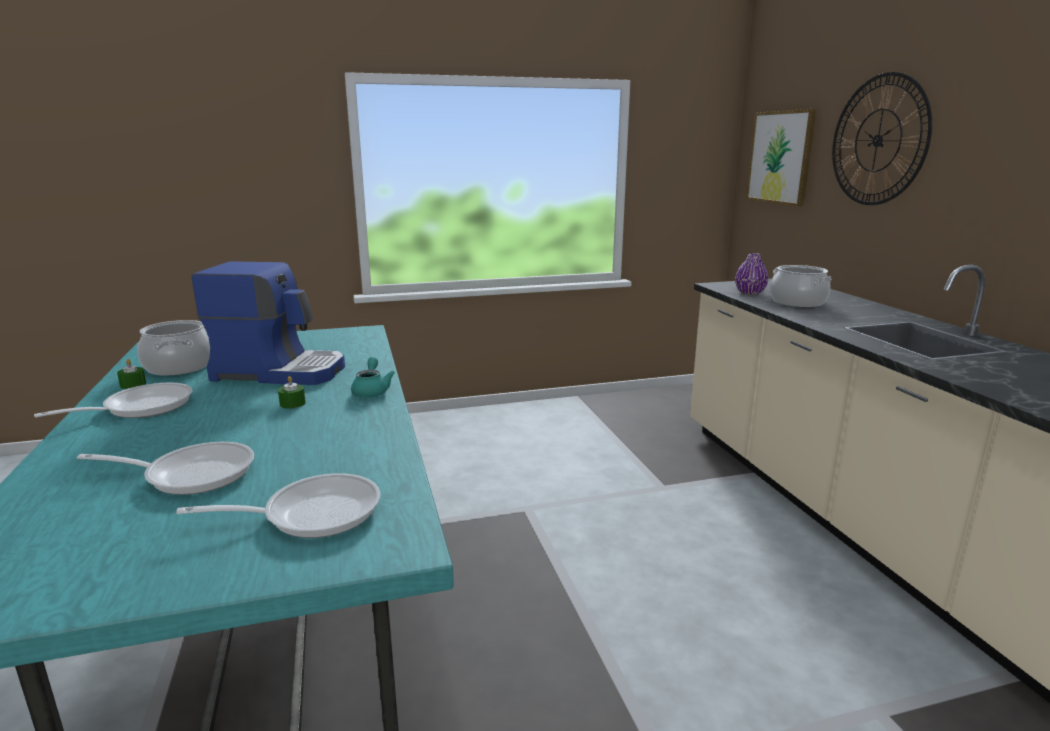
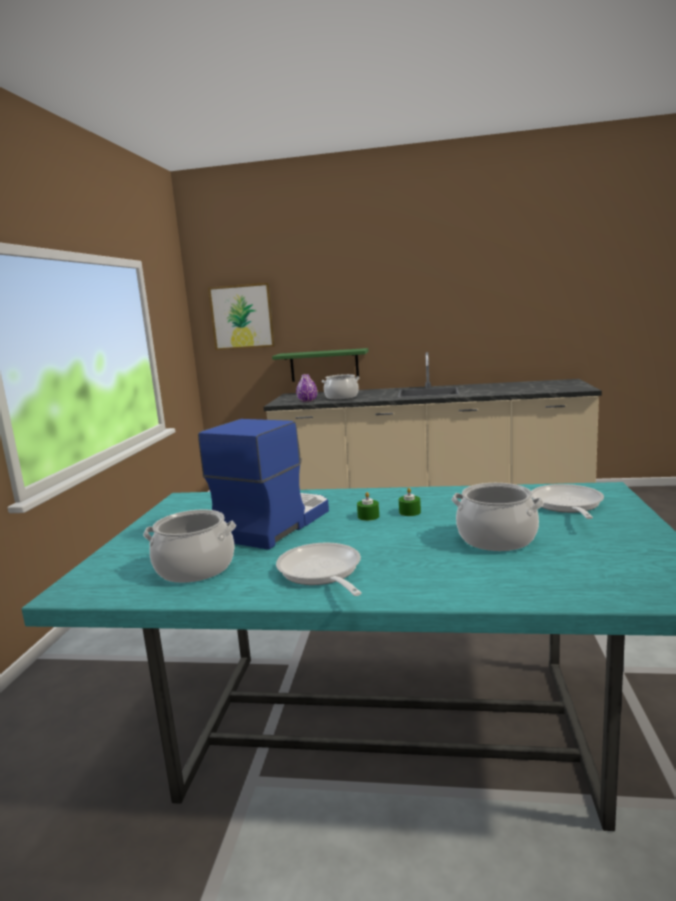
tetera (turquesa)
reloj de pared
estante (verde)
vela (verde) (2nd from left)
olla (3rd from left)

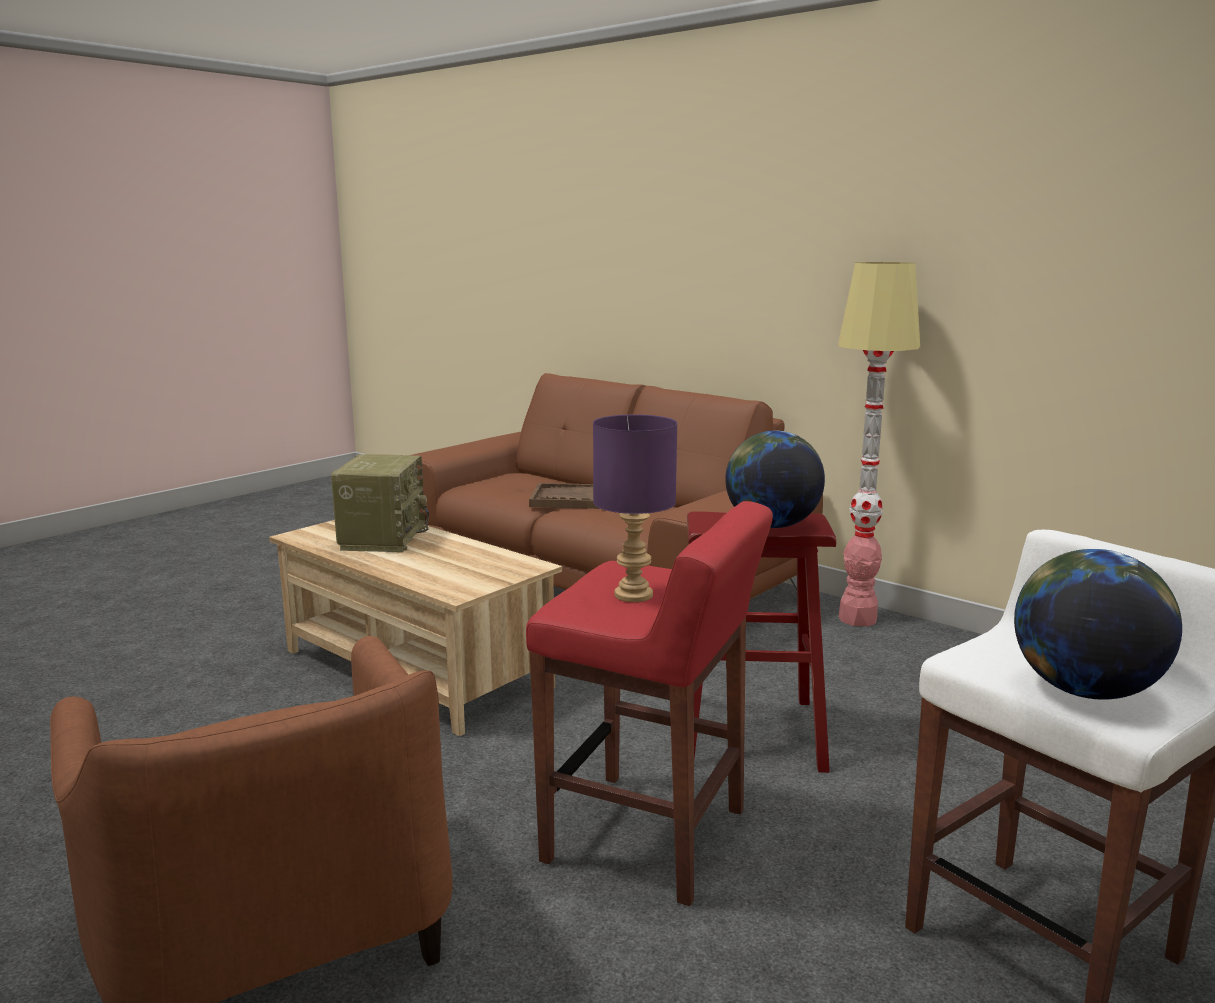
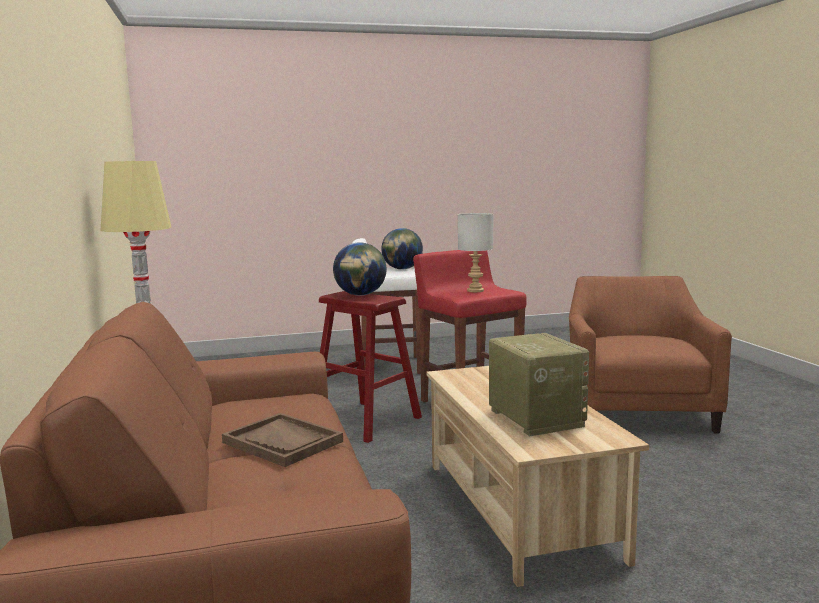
lámpara de mesa (gris)
radio

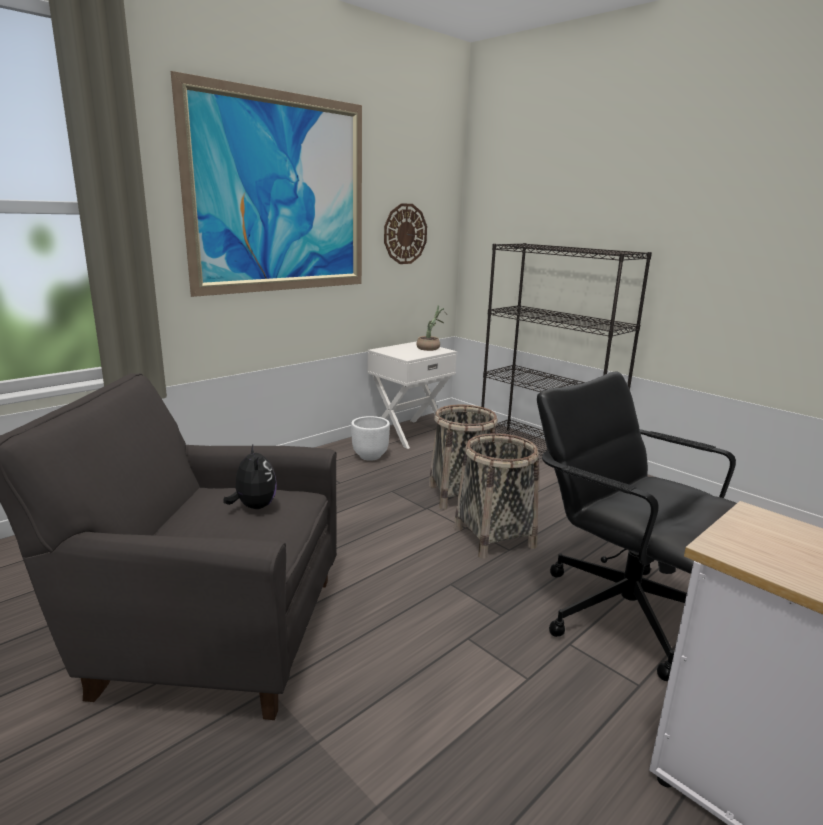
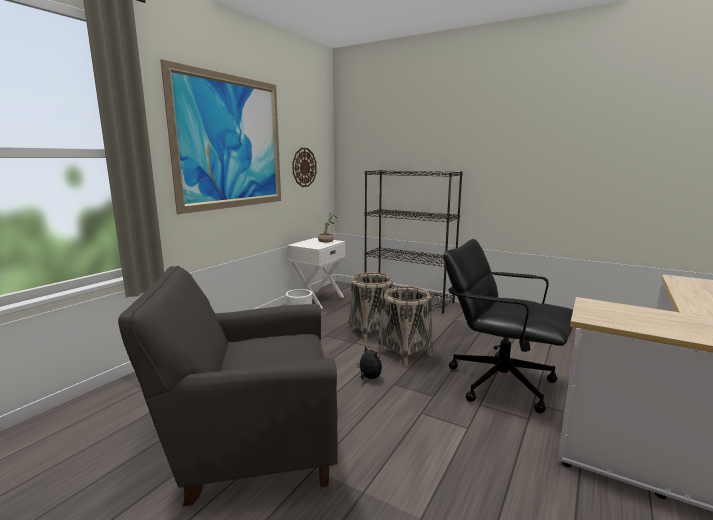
peluche

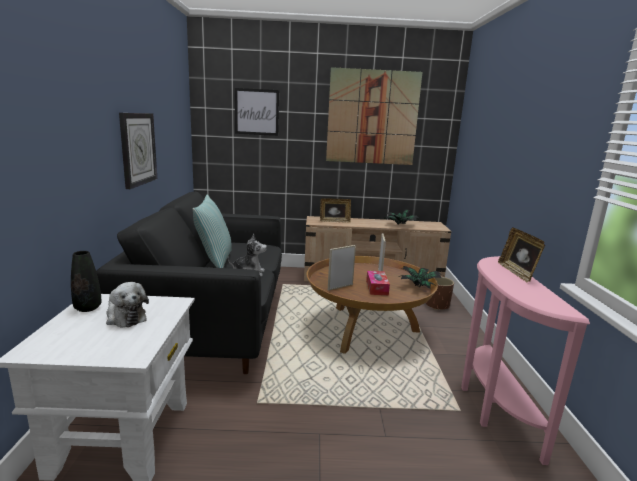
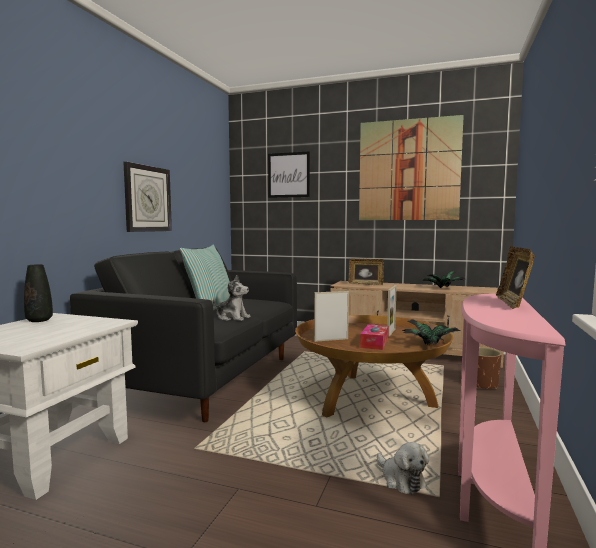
peluche (2nd from left)

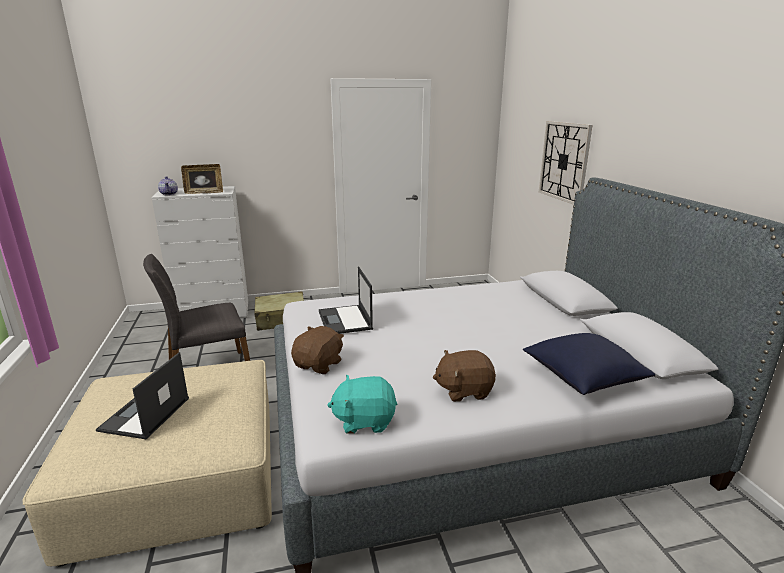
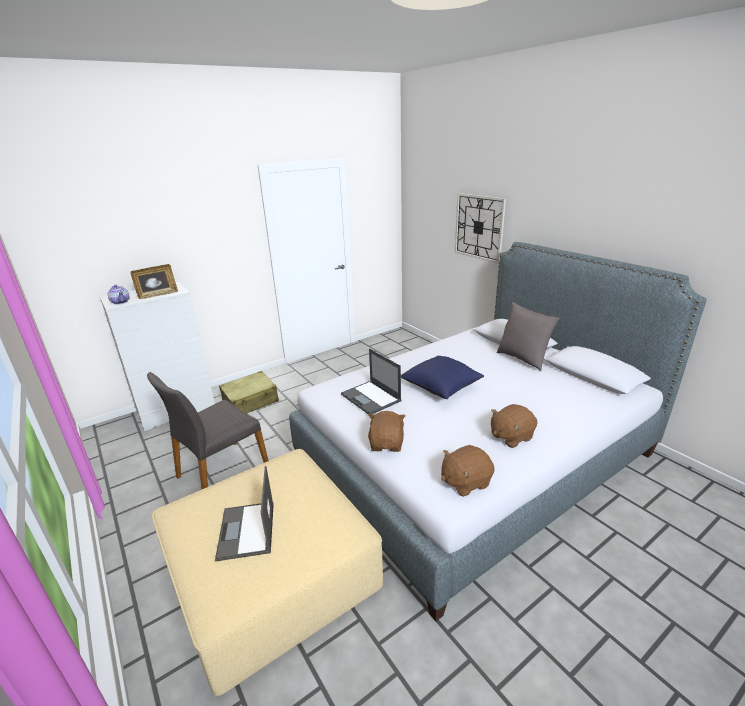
cojín (gris)
cojín (azul)
peluche (marrón) (2nd from left)

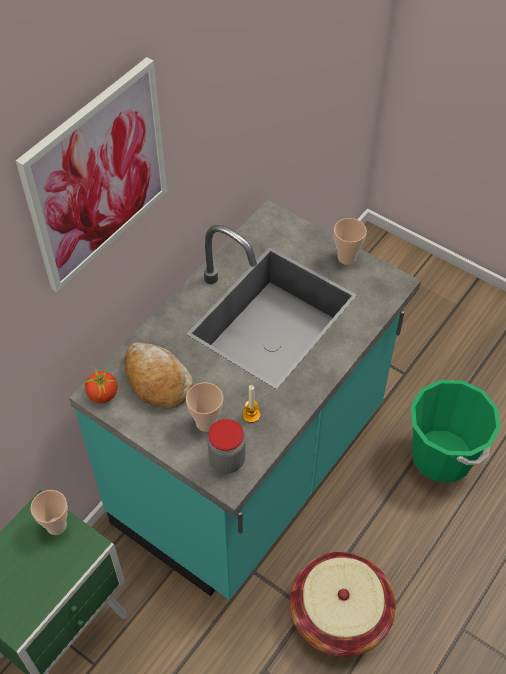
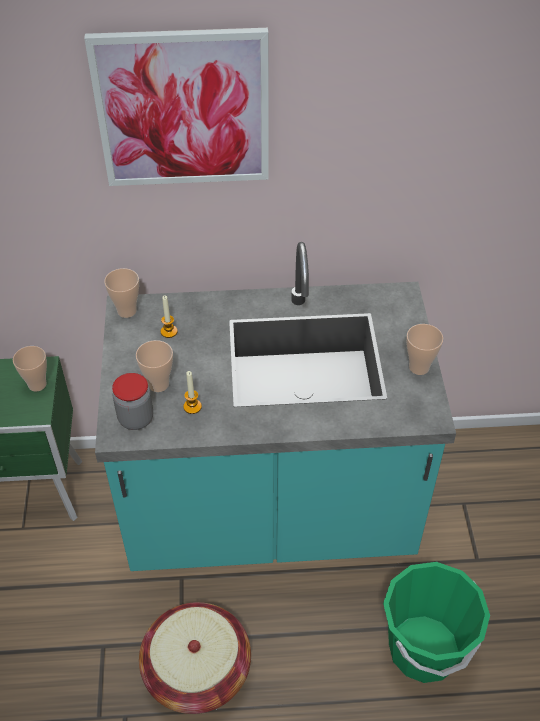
taza (2nd from left)
vela (1st from left)

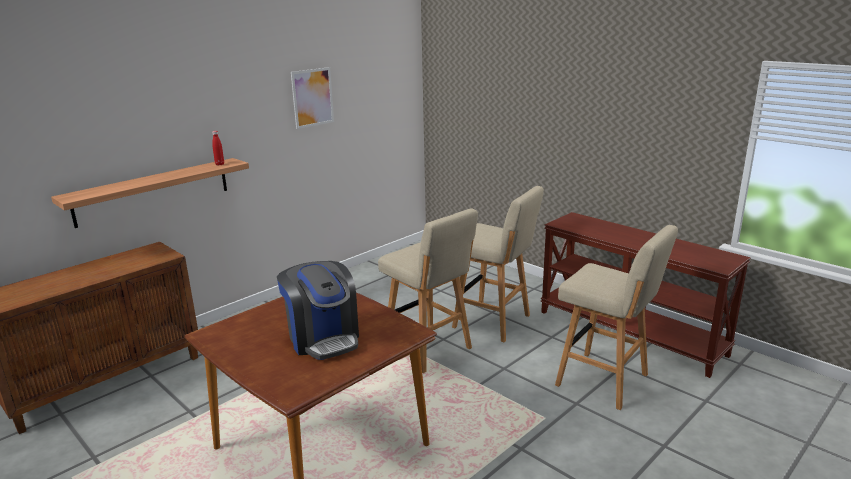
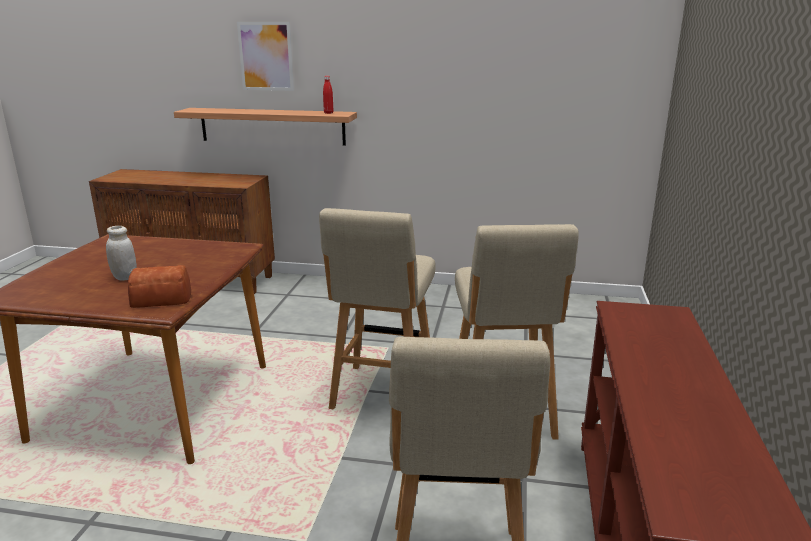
pan
cuadro
tarro (blanco)

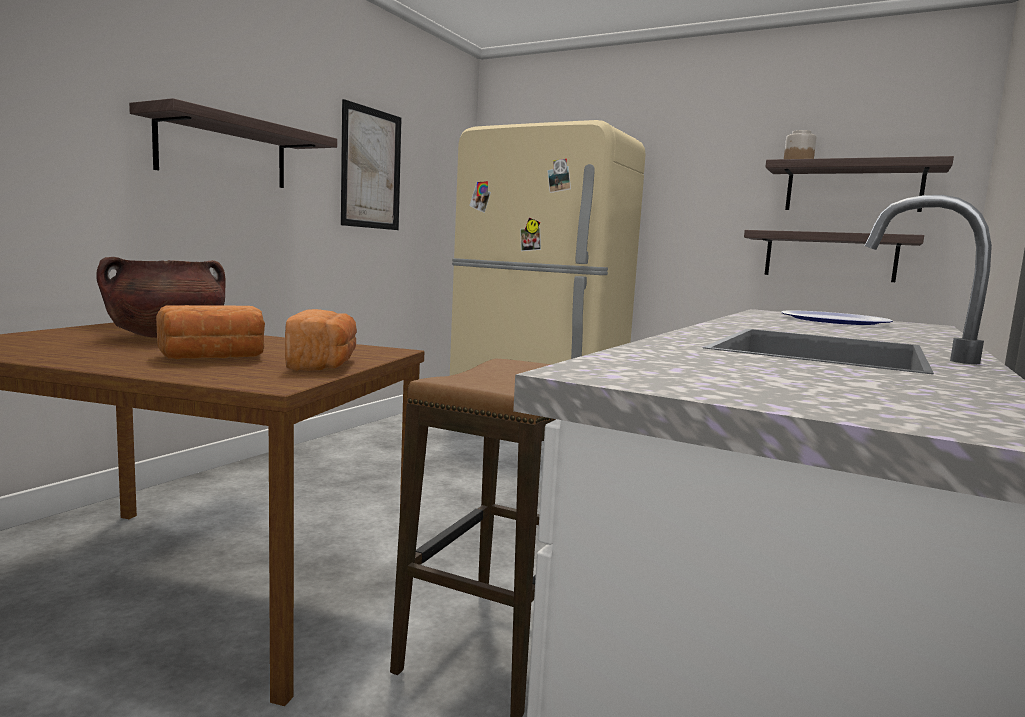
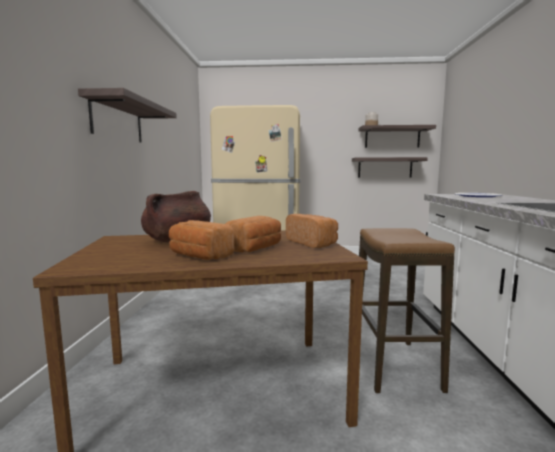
cuadro
pan (1st from left)

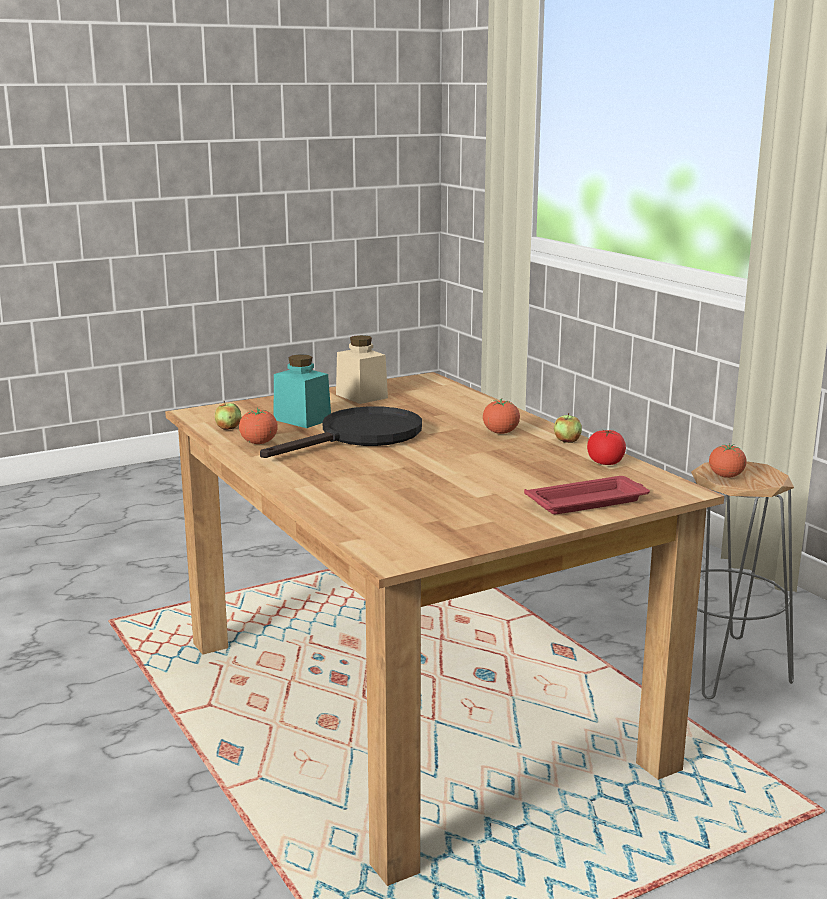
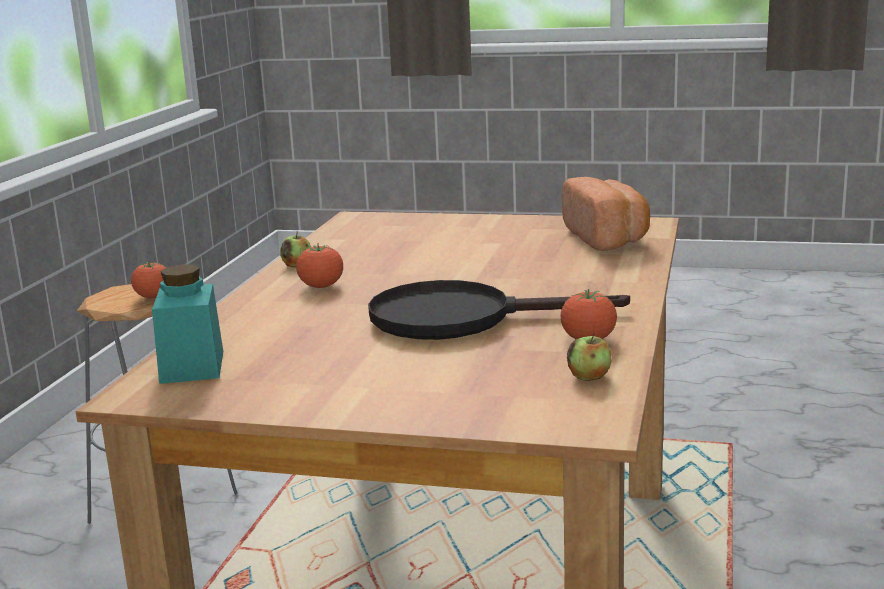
tarro (beis)
bandeja (rojo)
tomate (3rd from left in the first image)
pan
tarro (turquesa)

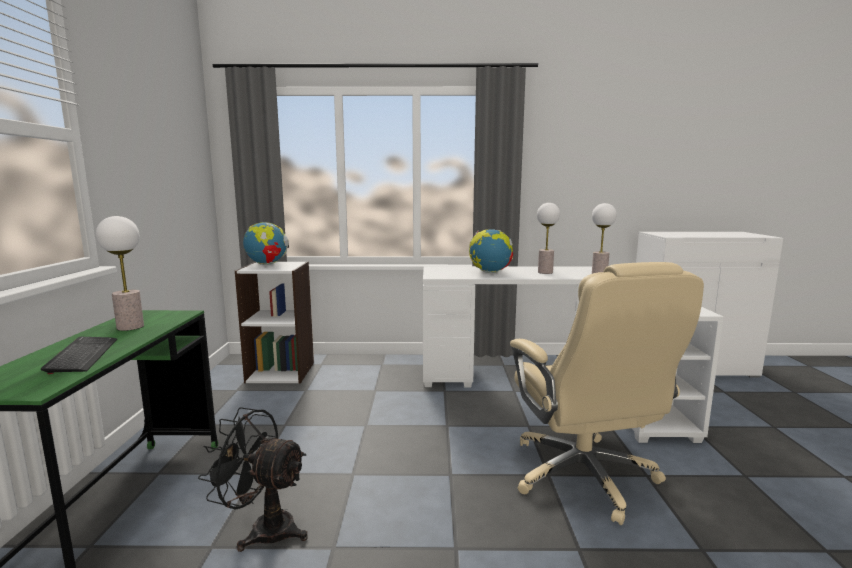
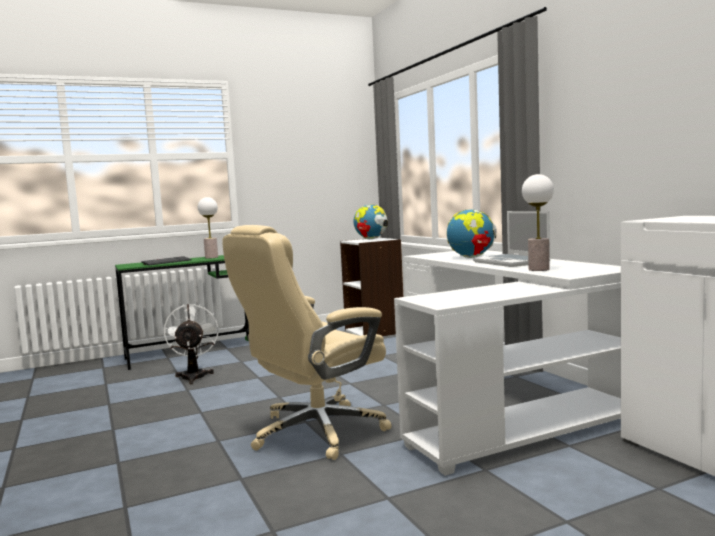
portátil
ventilador (blanco)

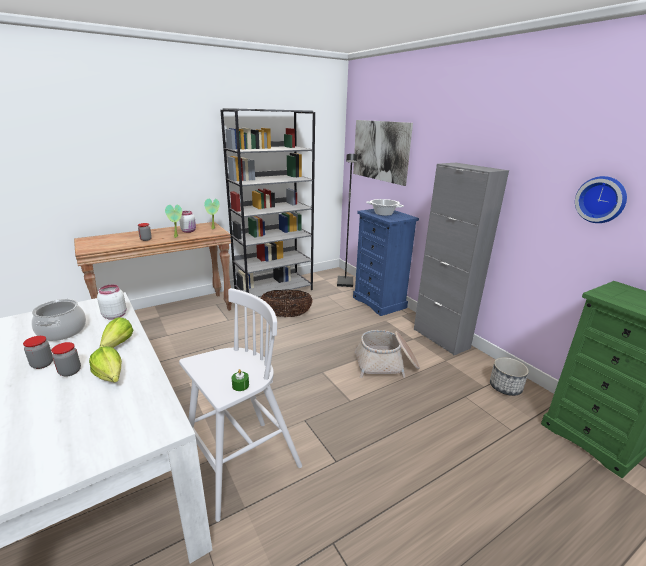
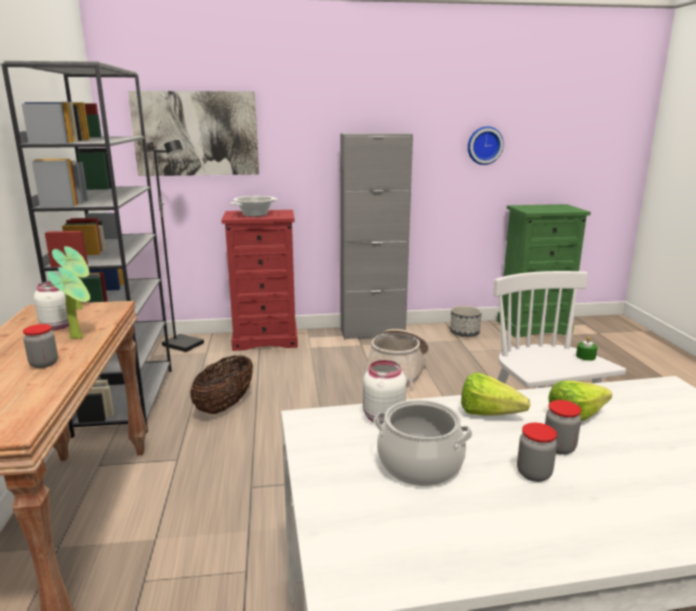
cómoda (rojo)

